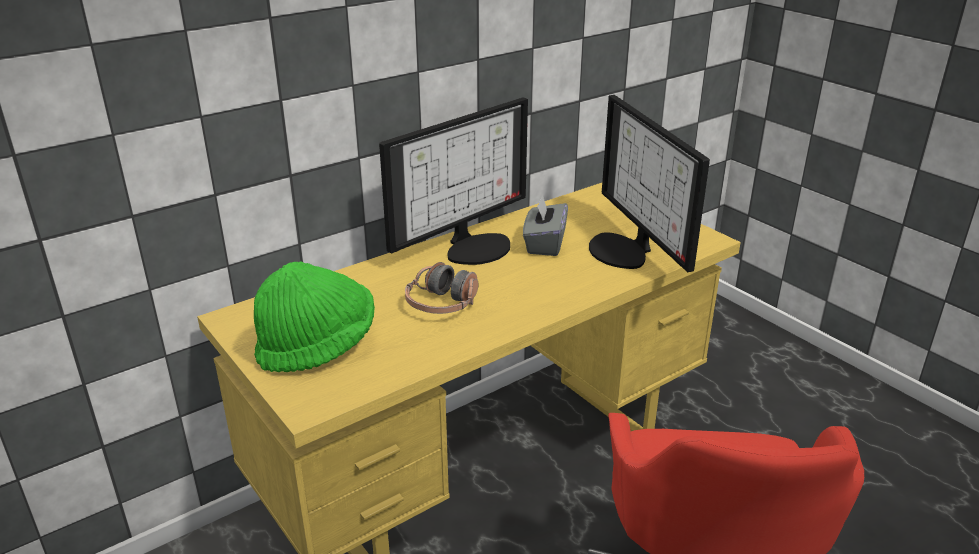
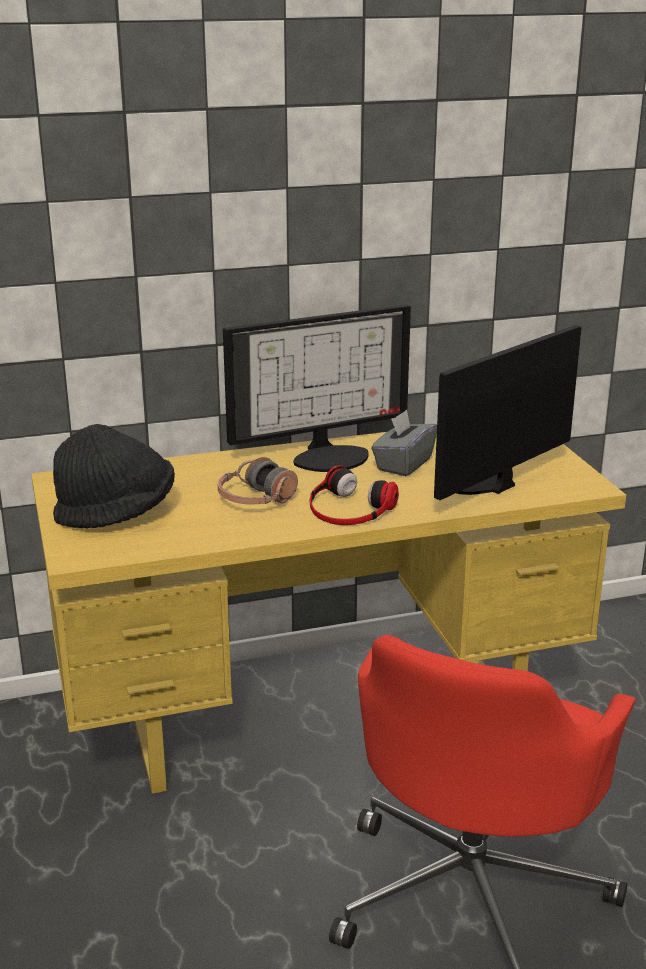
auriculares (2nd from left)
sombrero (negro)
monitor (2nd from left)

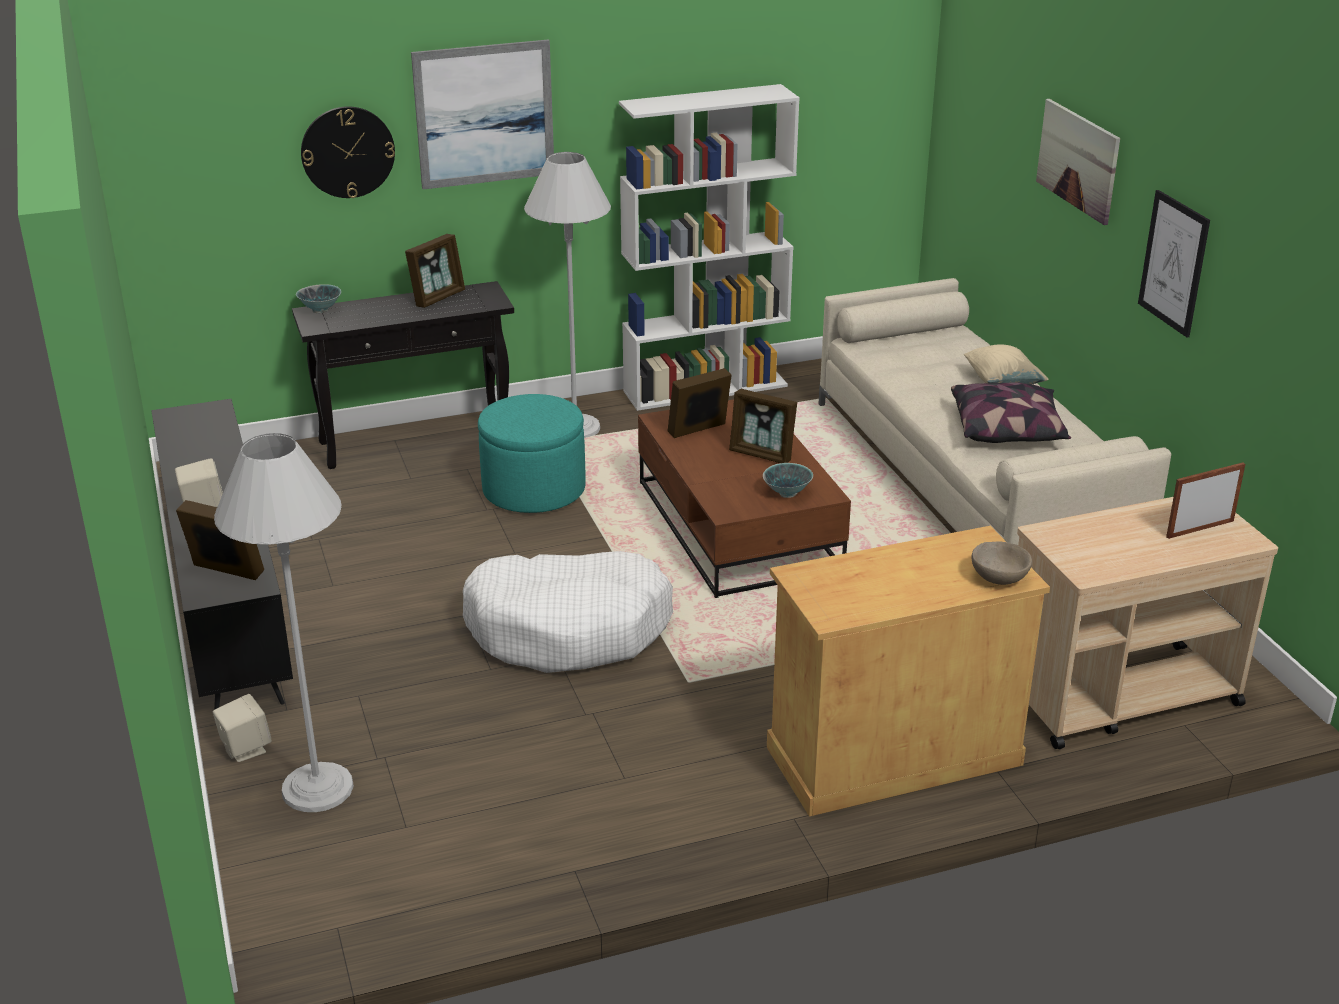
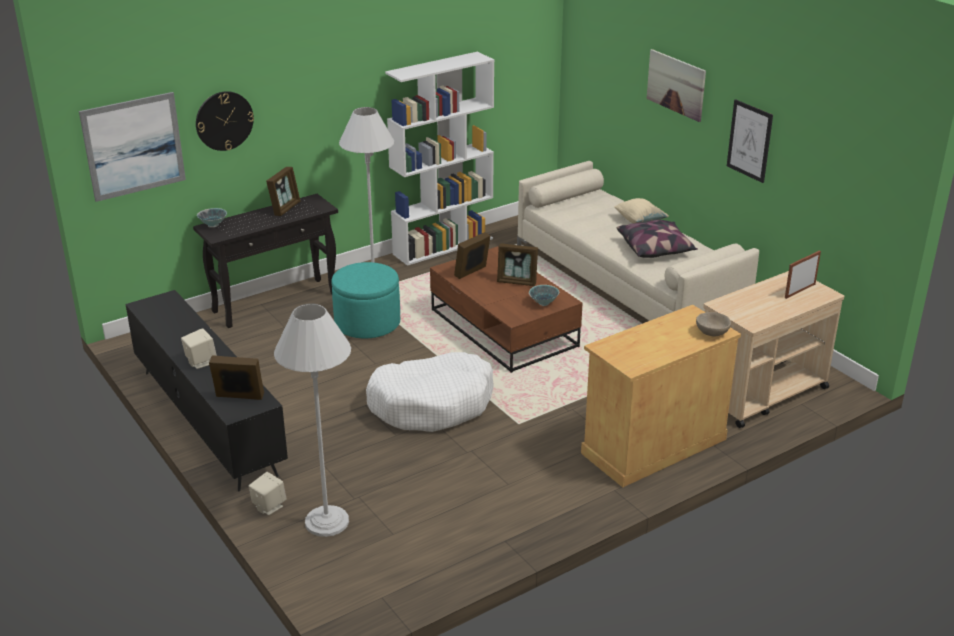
cuadro (1st from left)

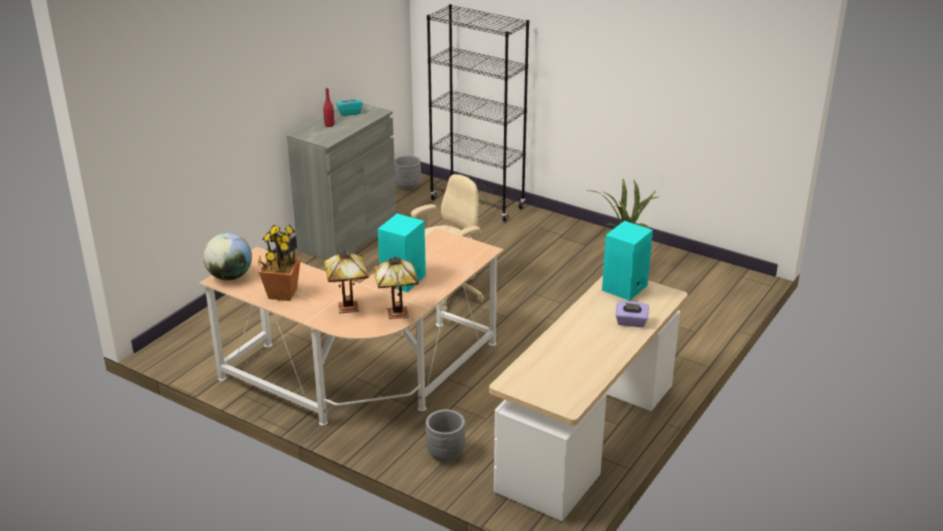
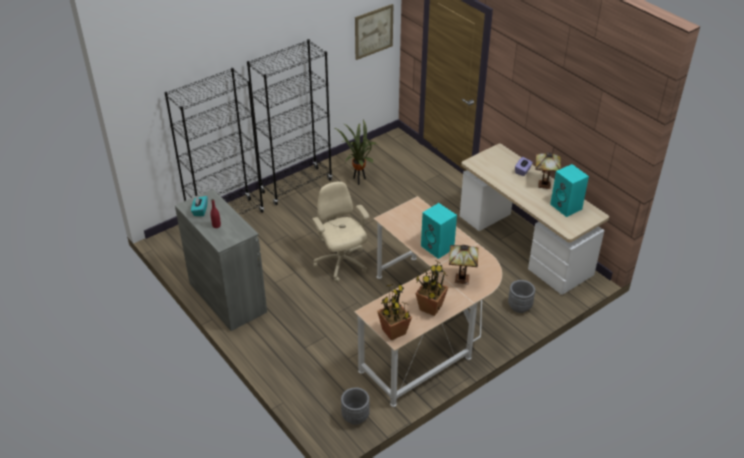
estantería (negro) (2nd from left)
cuadro
lámpara de mesa (2nd from left)
maceta (gris) (1st from left)
altavoz (turquesa) (2nd from left)
planta en maceta (2nd from left)

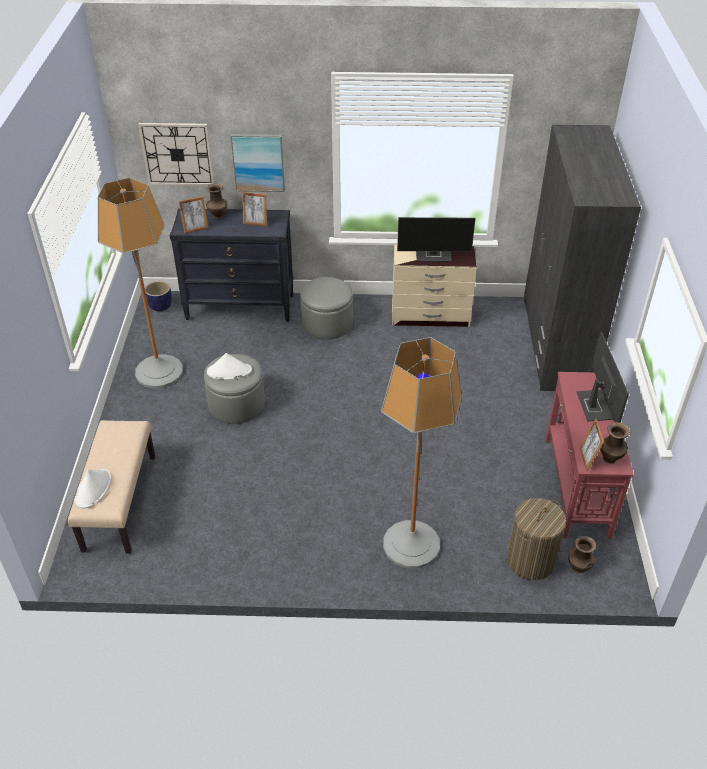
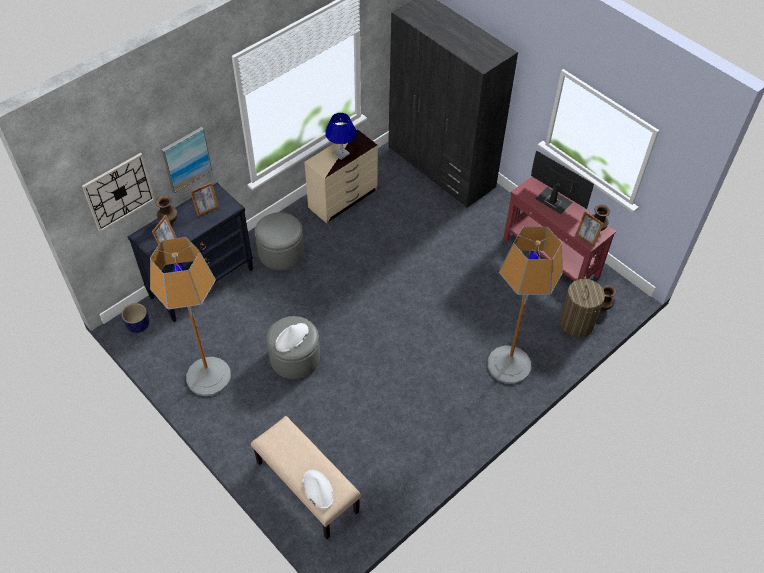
lámpara de mesa (azul)

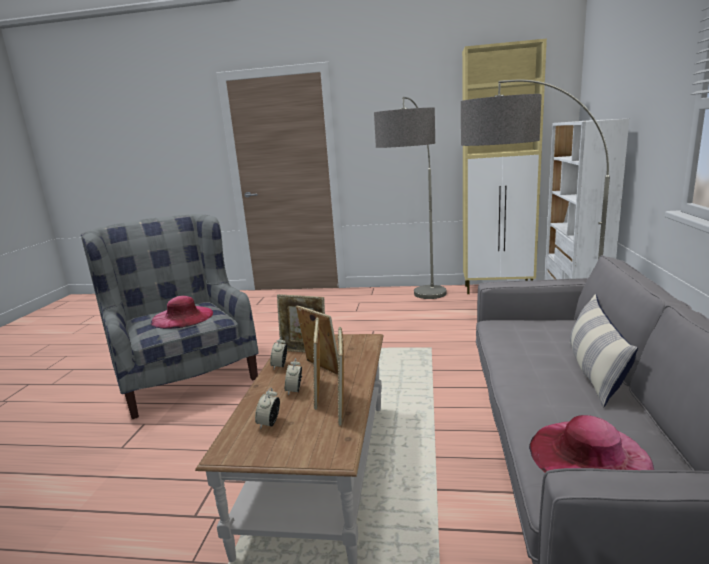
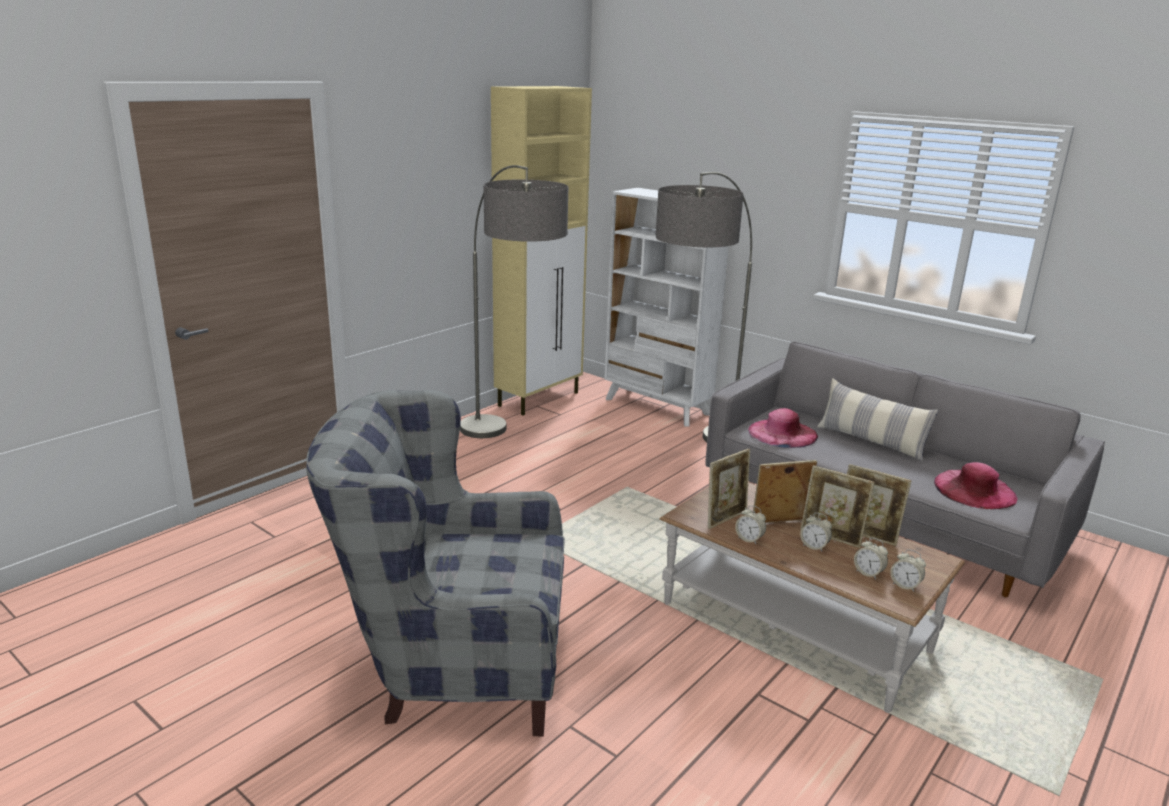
despertador (4th from left)
sombrero (rosa) (1st from left)

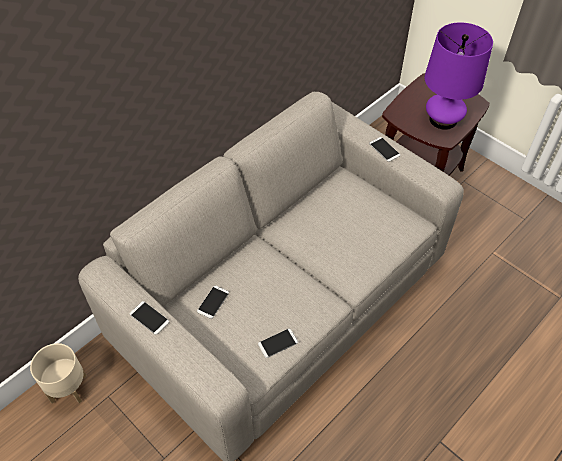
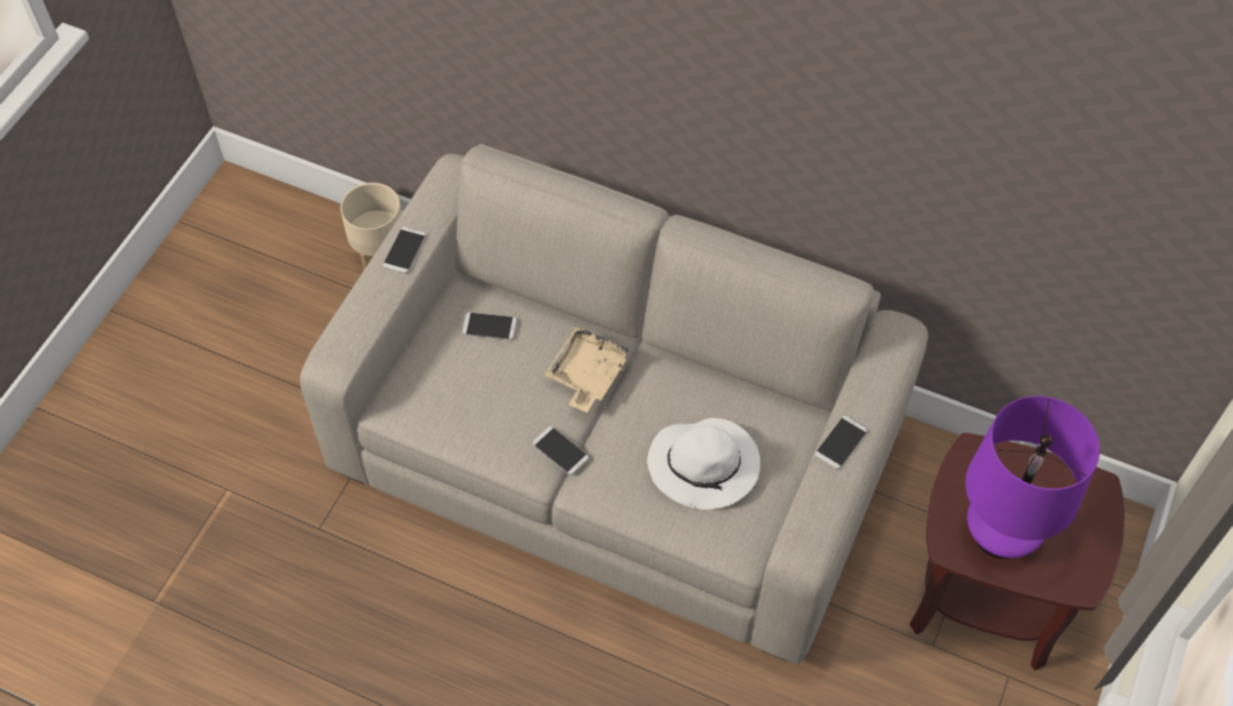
bandeja (beis)
sombrero (blanco)
móvil (3rd from left)

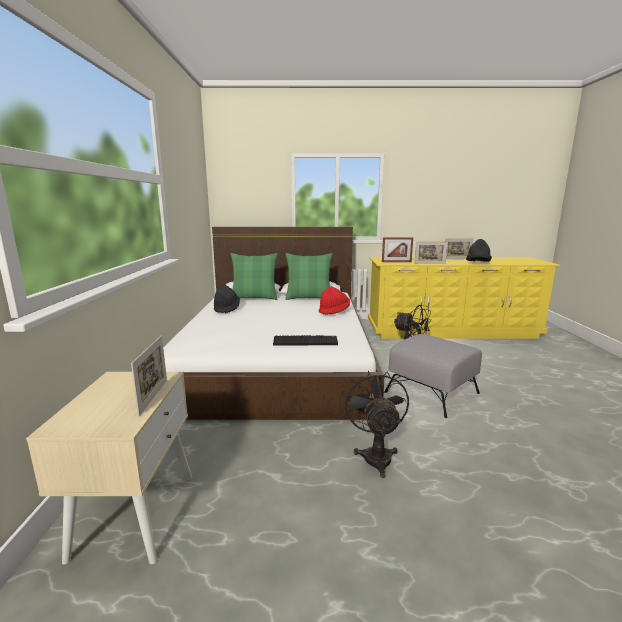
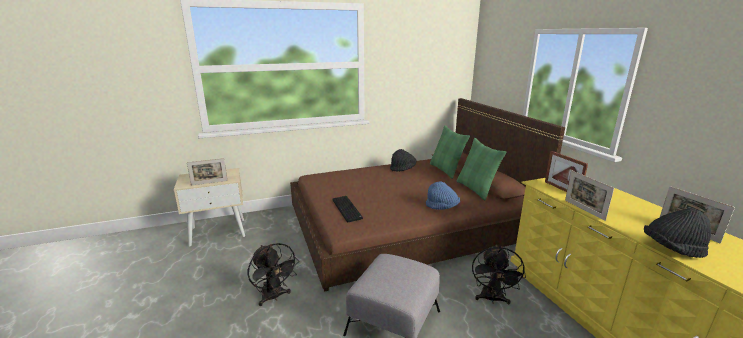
cama (marrón)
sombrero (azul)
ventilador (negro) (1st from left)

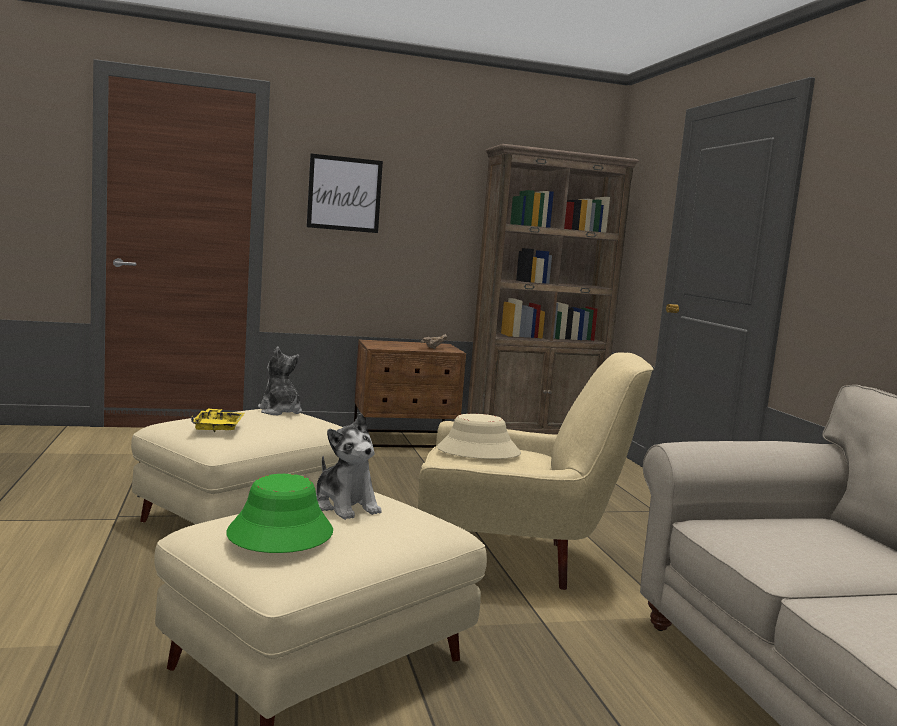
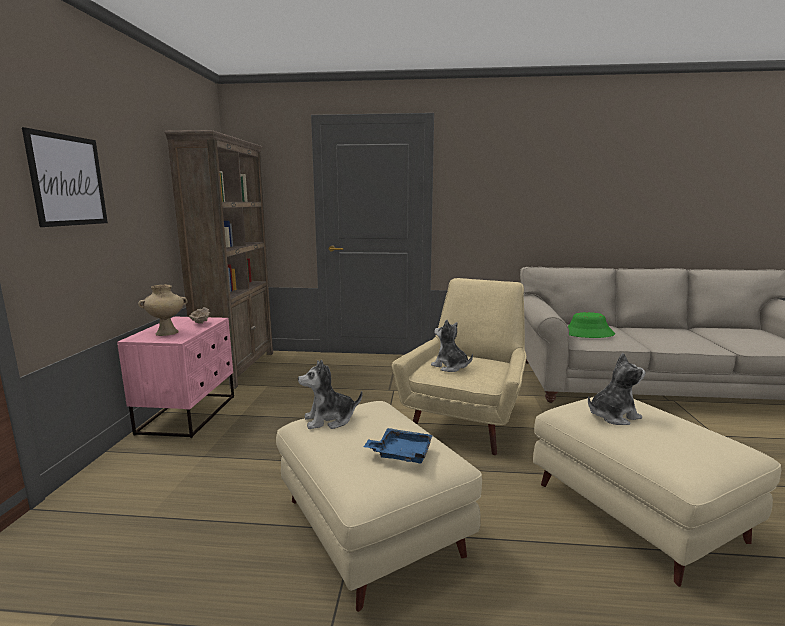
florero (beis)
sombrero (verde)
peluche (2nd from left)
bandeja (azul)
mesita de noche (rosa)

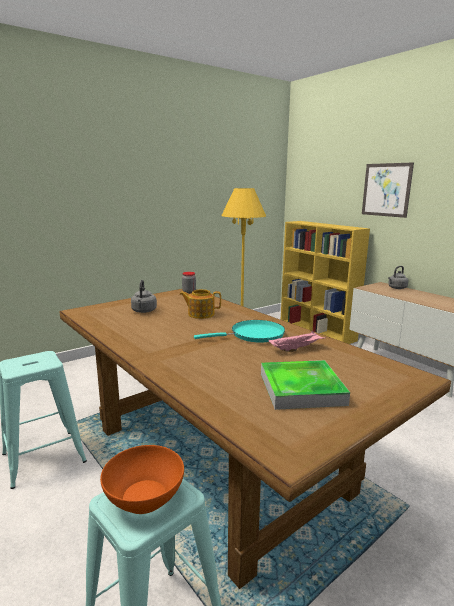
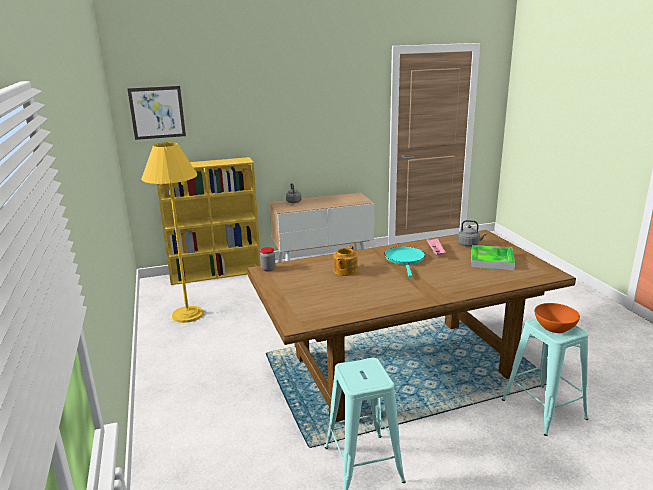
hervidor (gris) (2nd from left)
cuadro

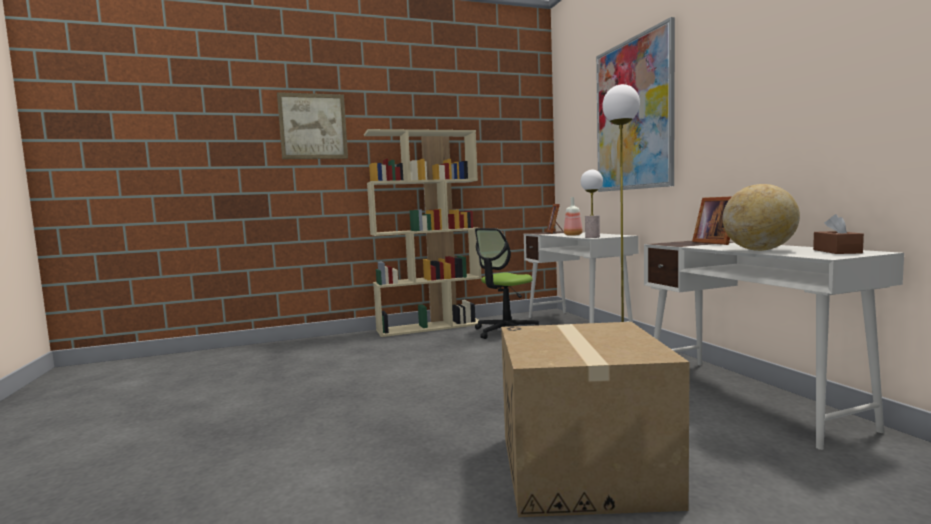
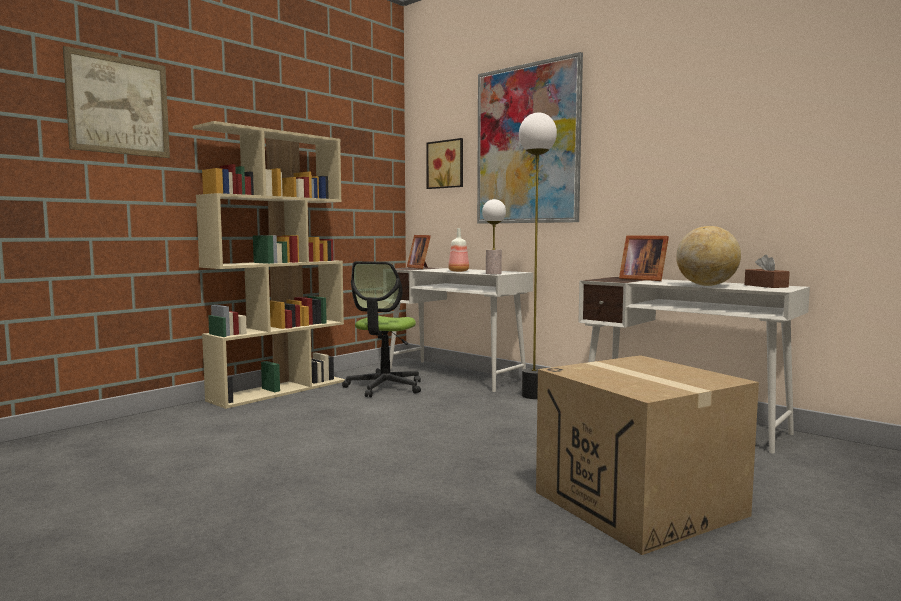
cuadro (2nd from left)

